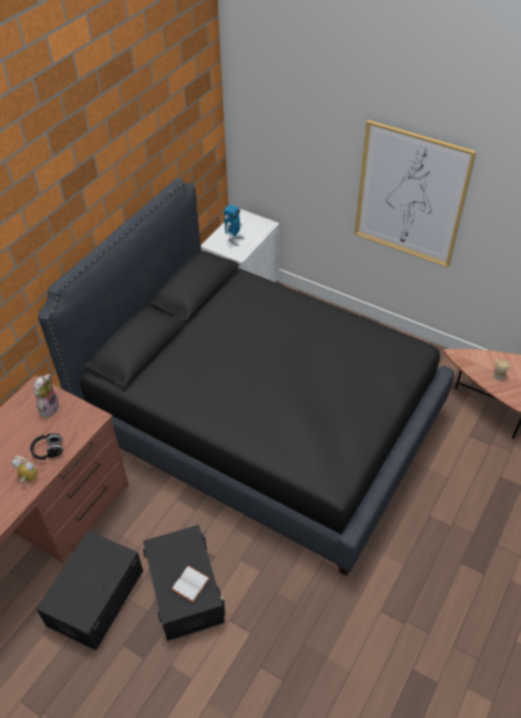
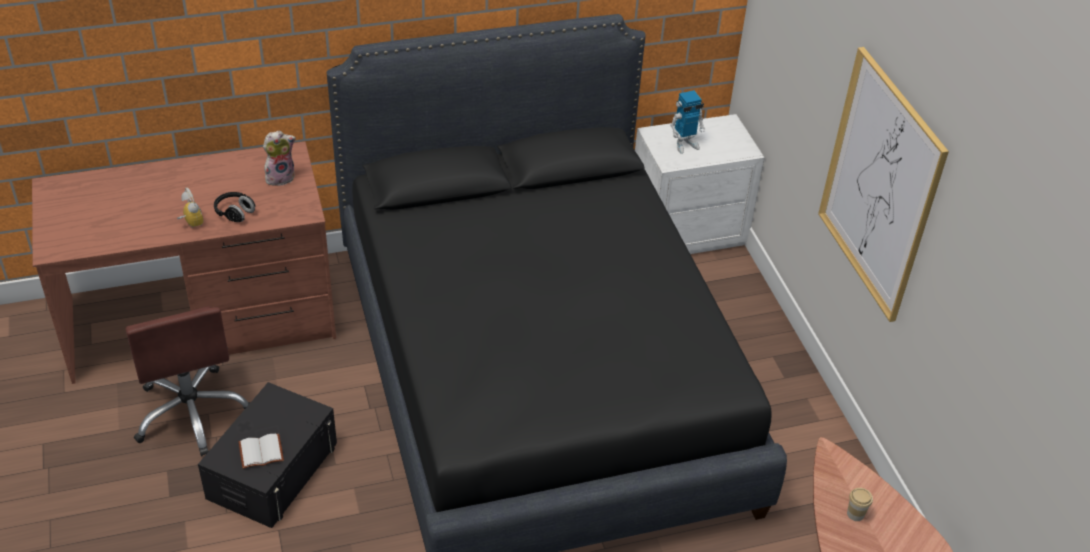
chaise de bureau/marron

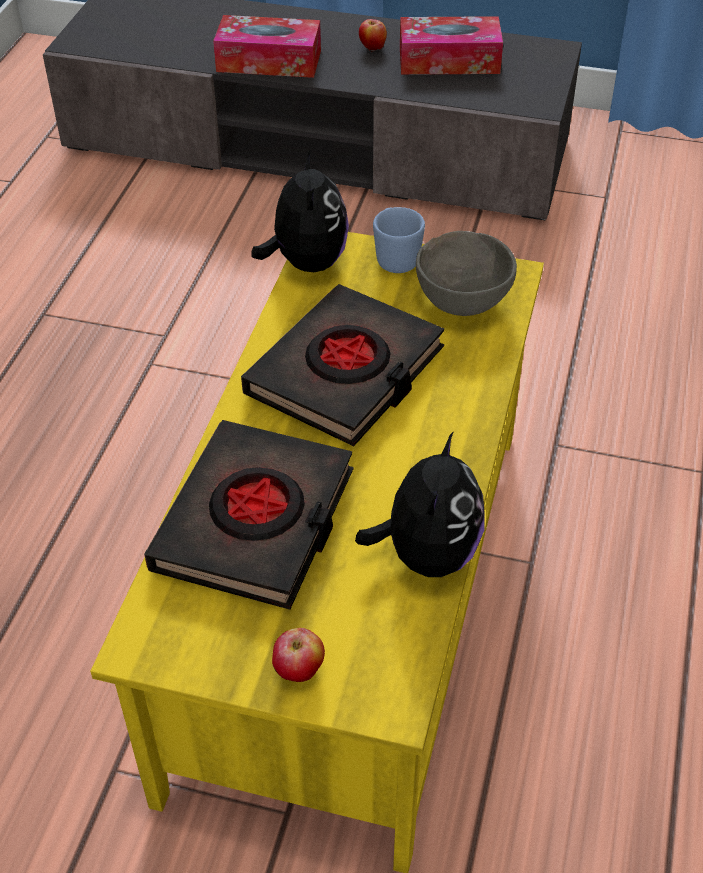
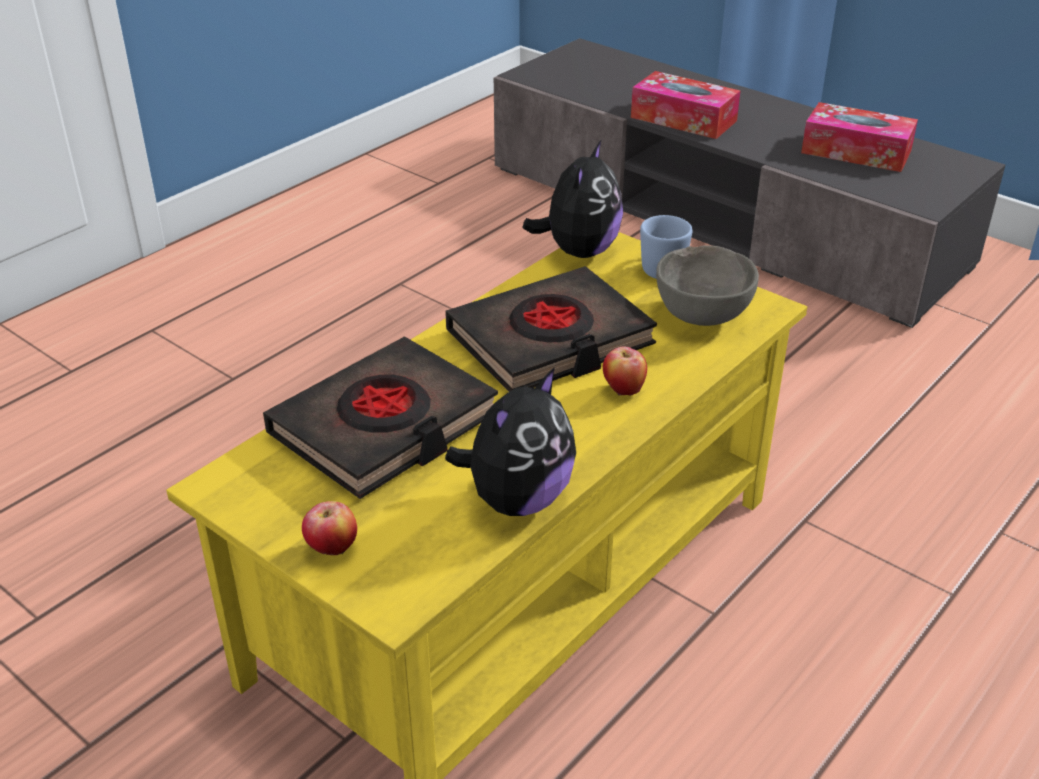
pomme (2nd from left)

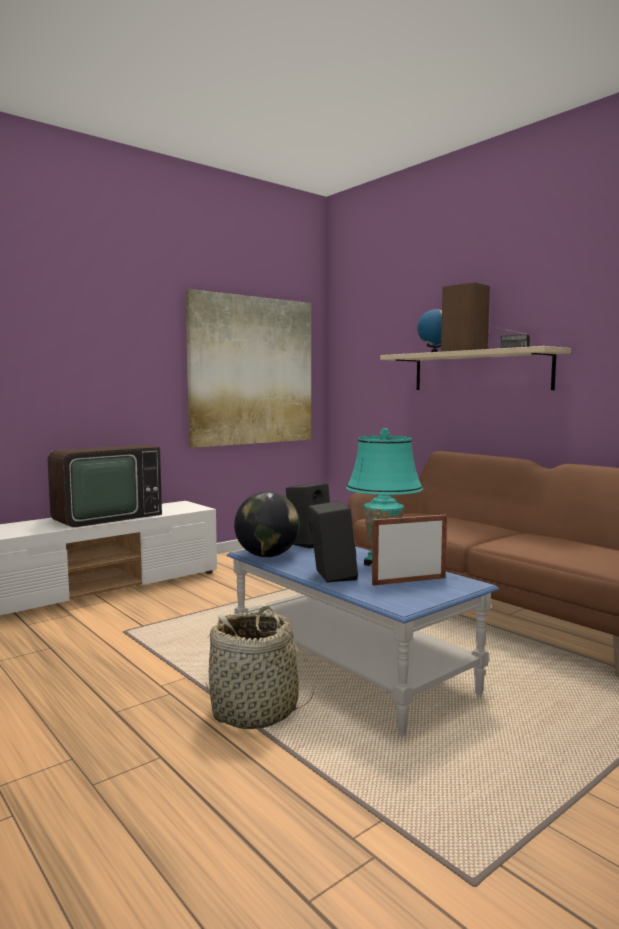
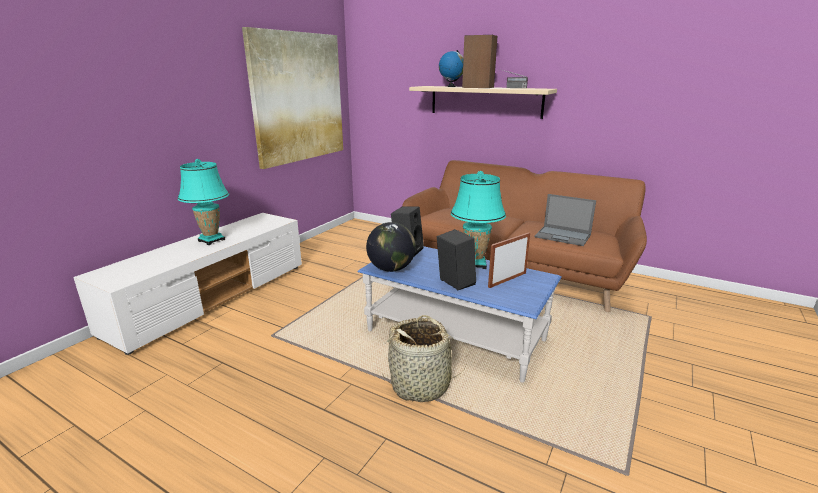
lampe de table/turquoise (1st from left); ordinateur portable

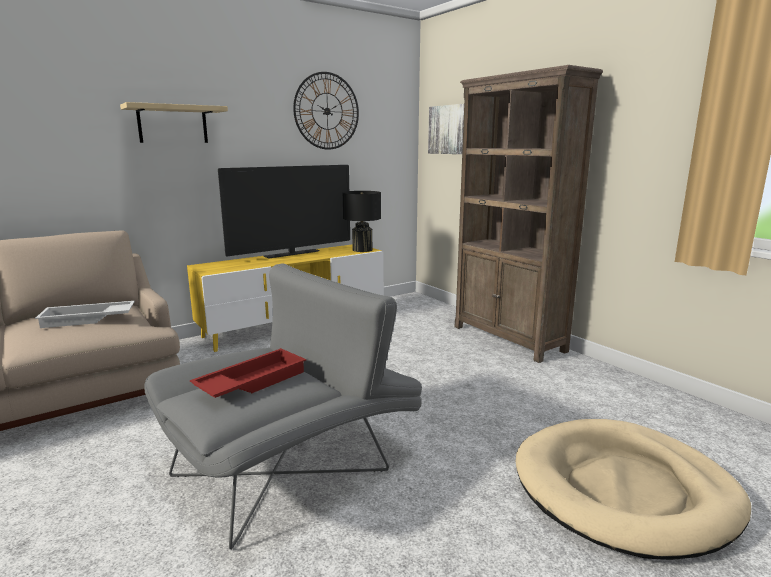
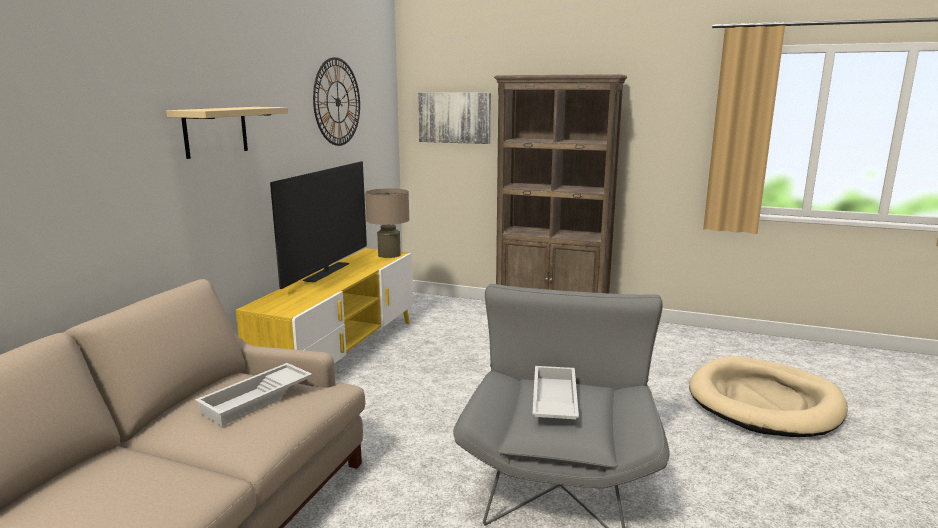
plateau/blanc (2nd from left); lampe de table/beige

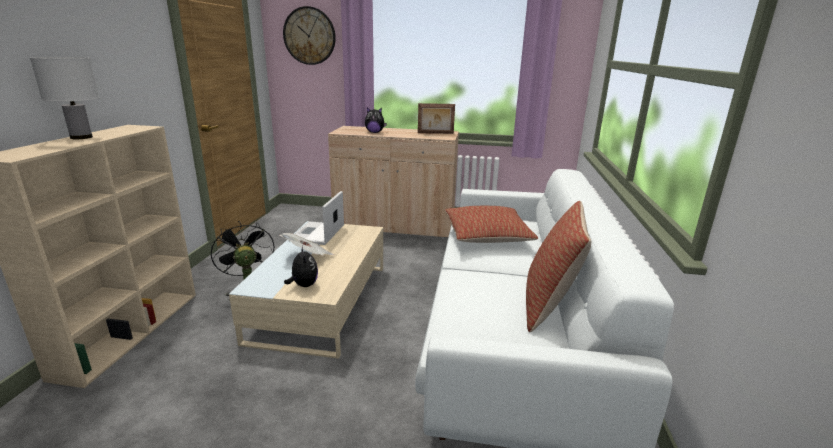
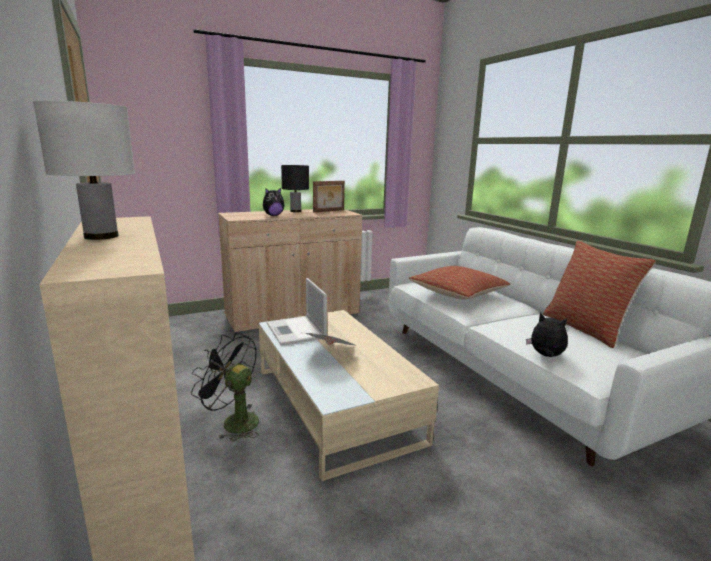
horloge murale; peluche (2nd from left); lampe de table/noir

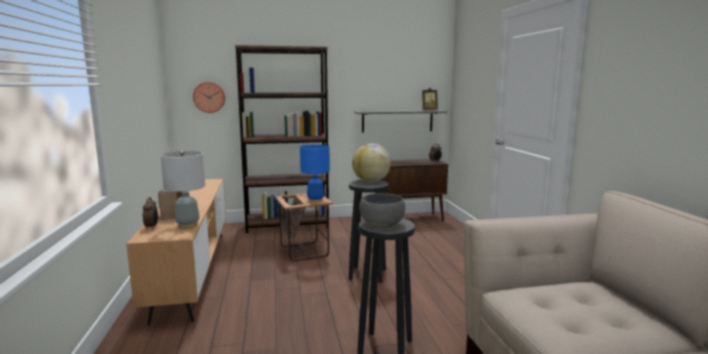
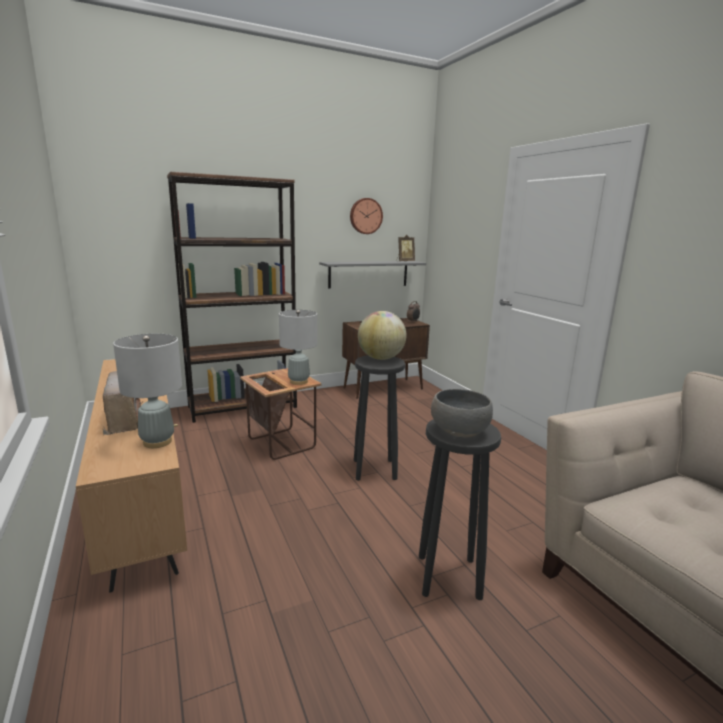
réveil (1st from left in the first image); horloge murale; lampe de table/gris (2nd from left)

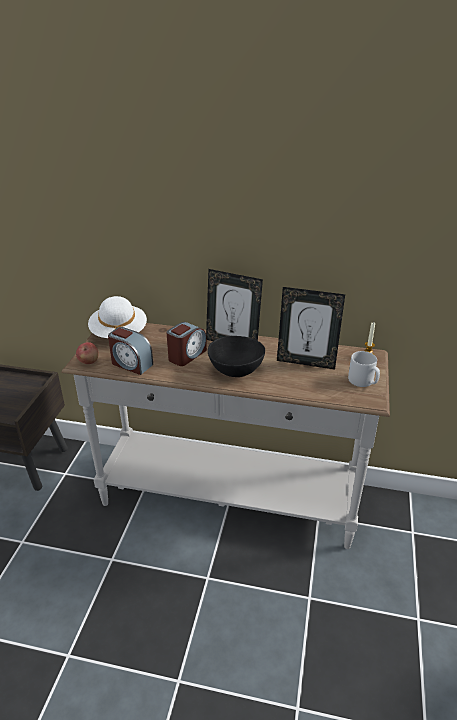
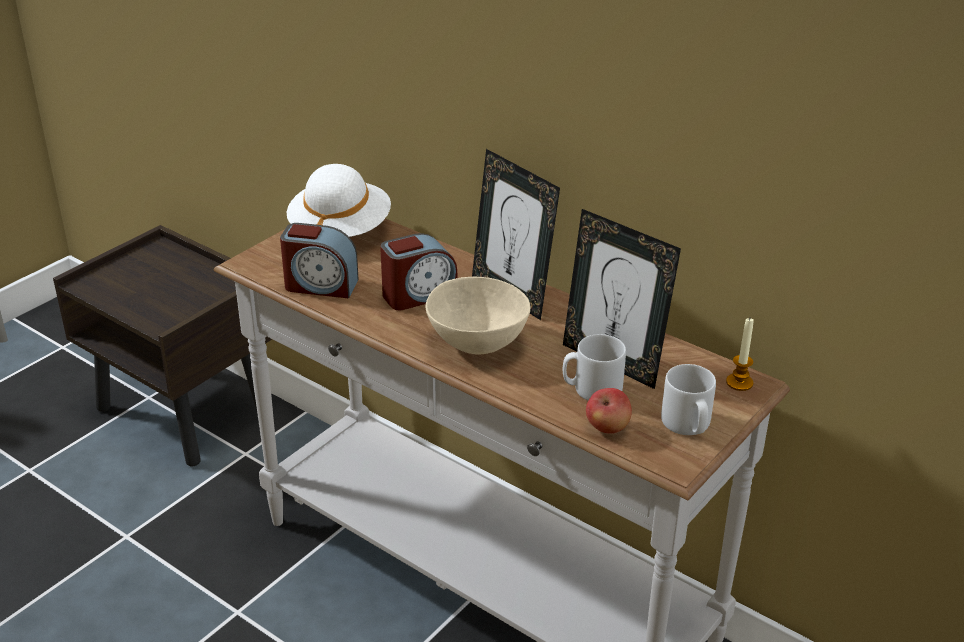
pomme; réveil (1st from left); bol/beige; mug/gris (1st from left)

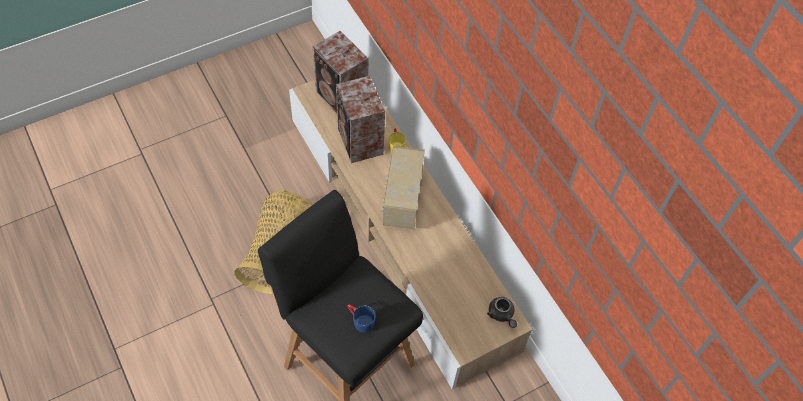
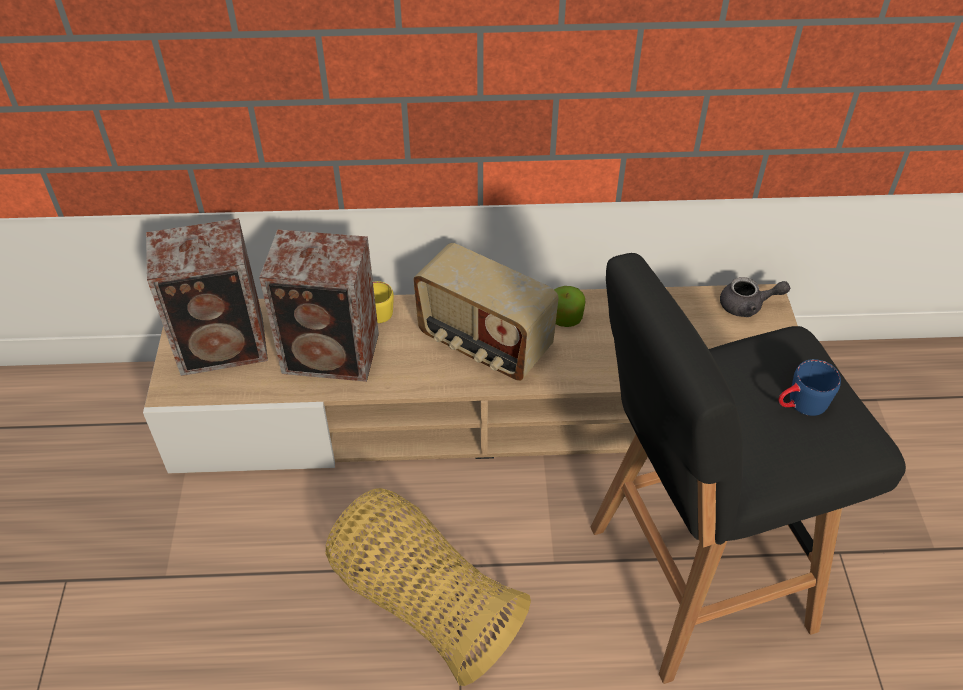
pomme

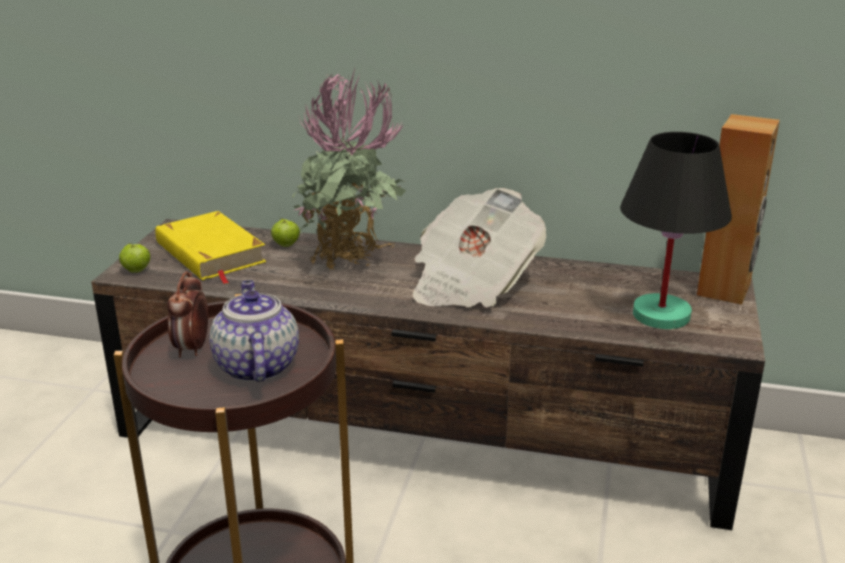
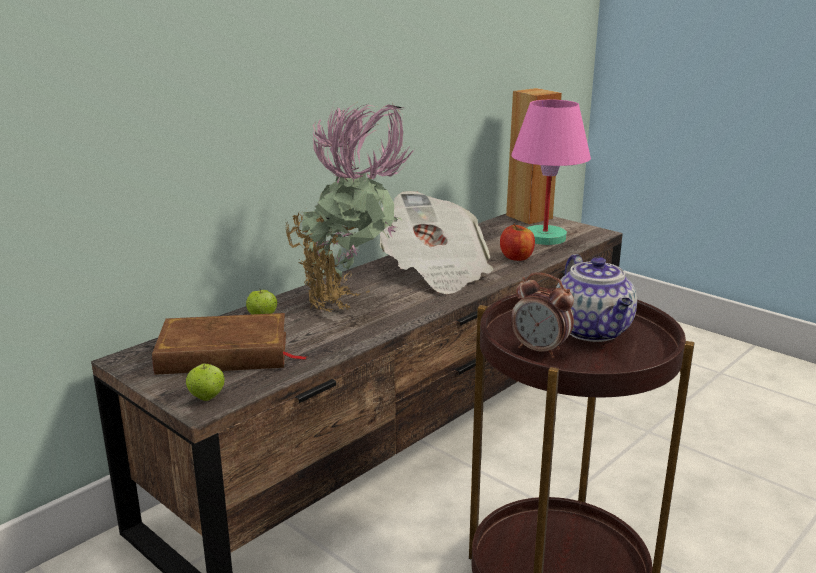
livre/marron; théière; lampe de table/rose; pomme (3rd from left)

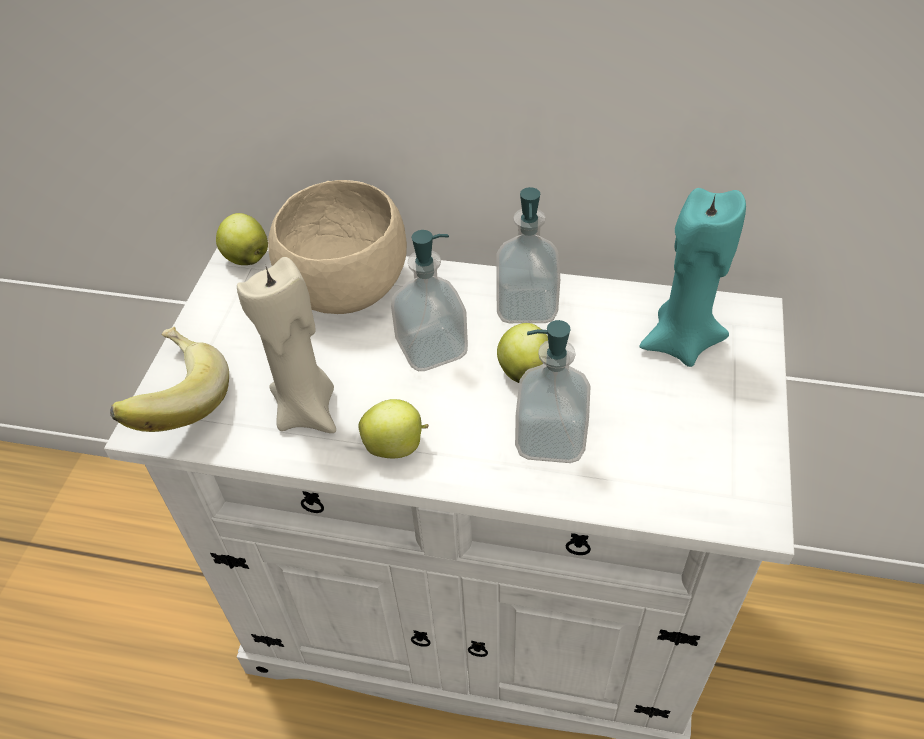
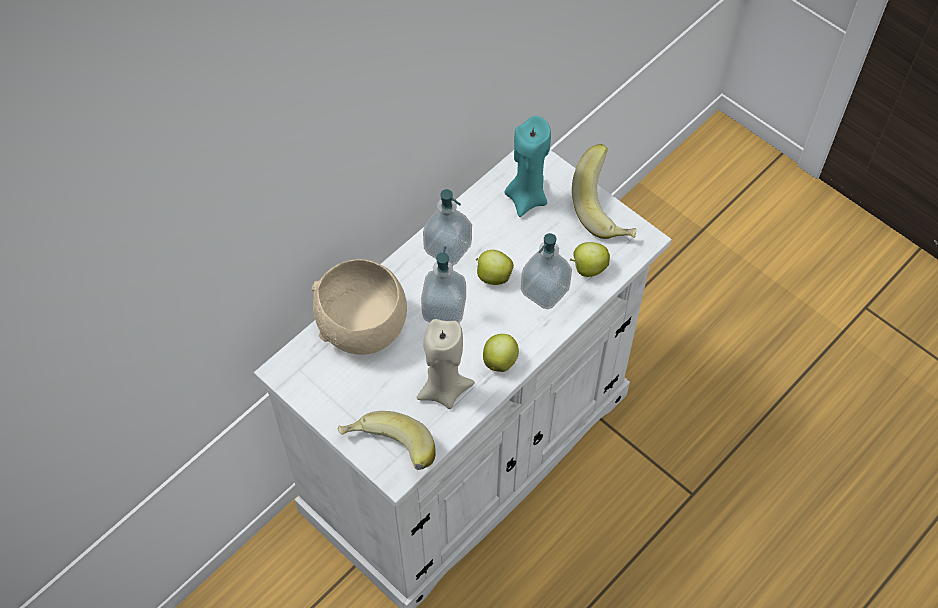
pomme (3rd from left); banane (2nd from left)

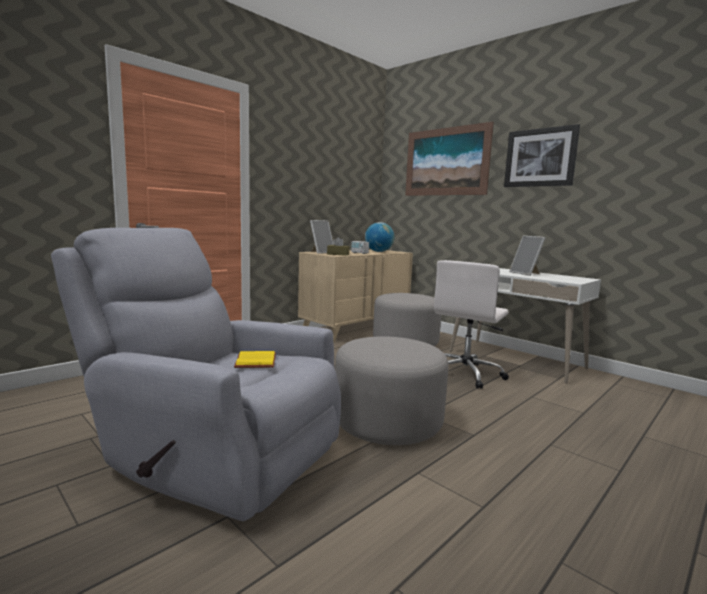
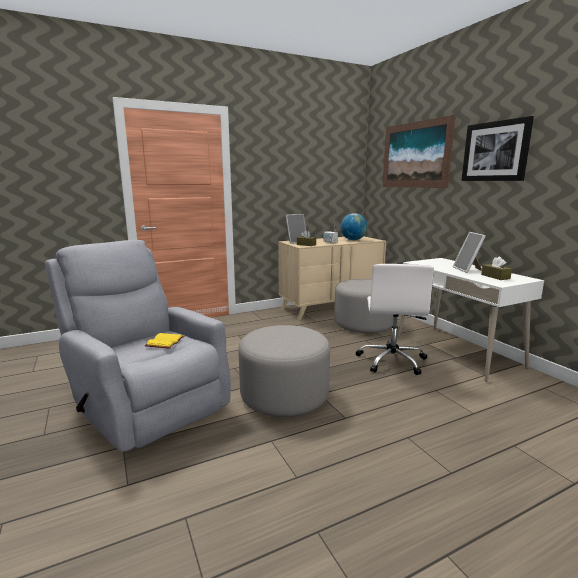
chaise de bureau/blanc; boîte à mouchoirs/marron (2nd from left)

